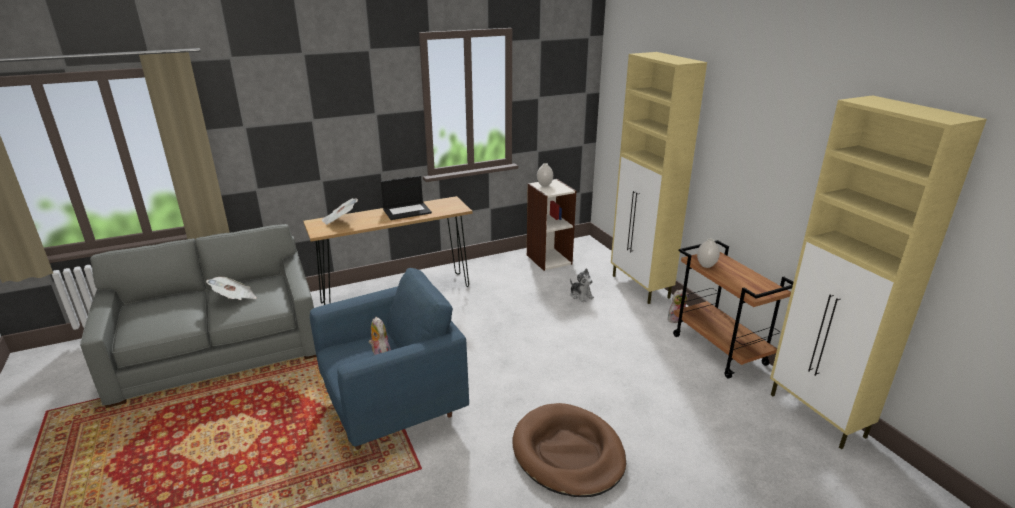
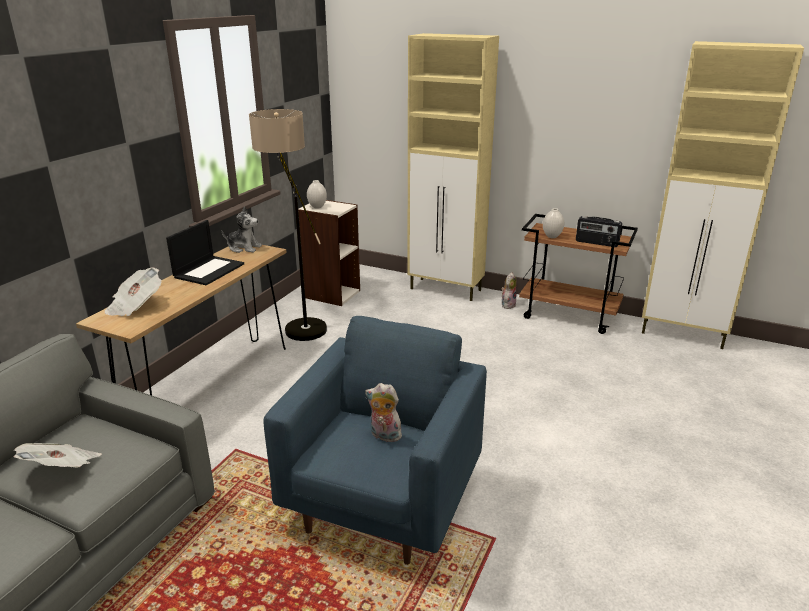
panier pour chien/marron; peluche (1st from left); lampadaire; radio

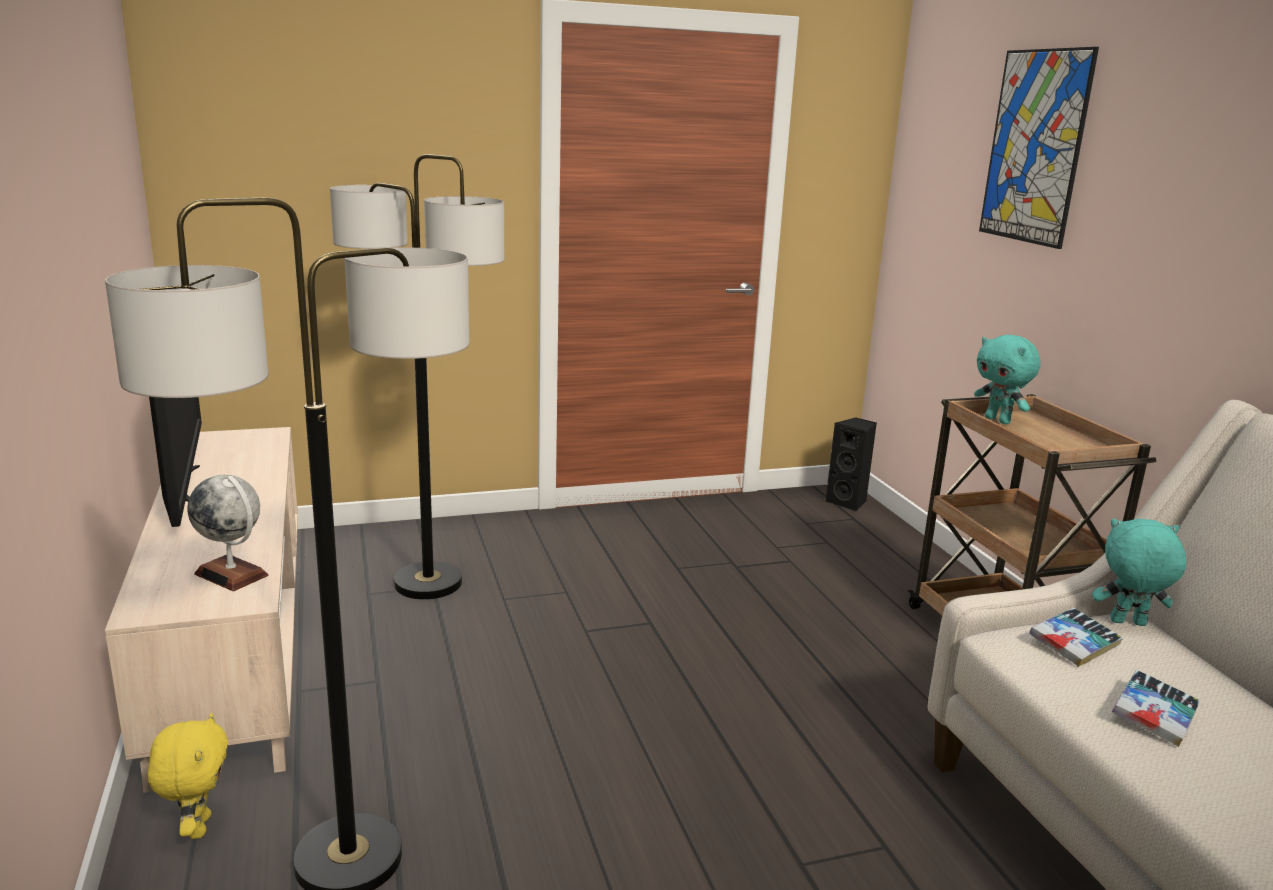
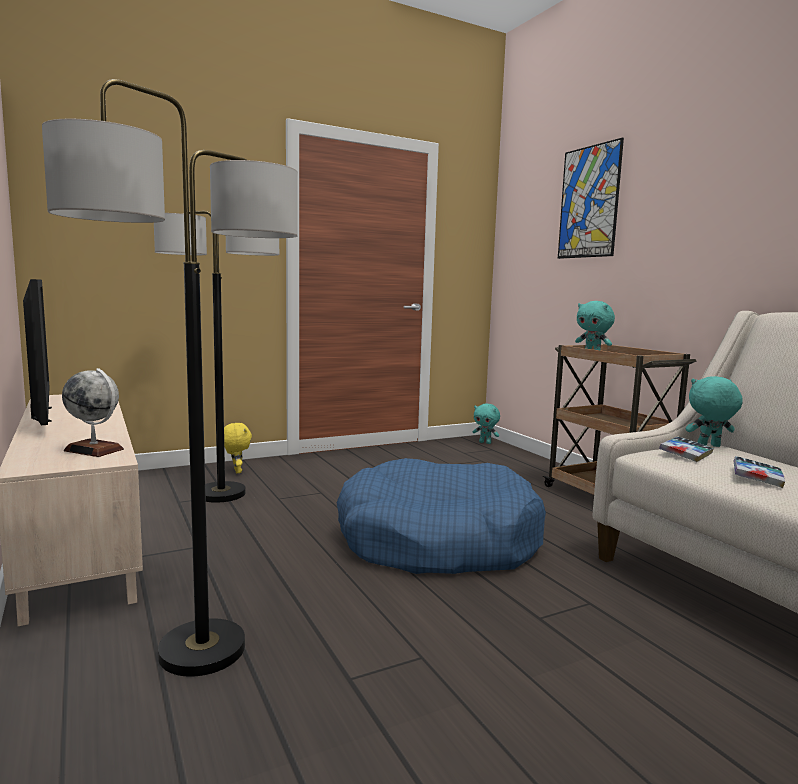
peluche/jaune; peluche/turquoise (1st from left); panier pour chien/bleu

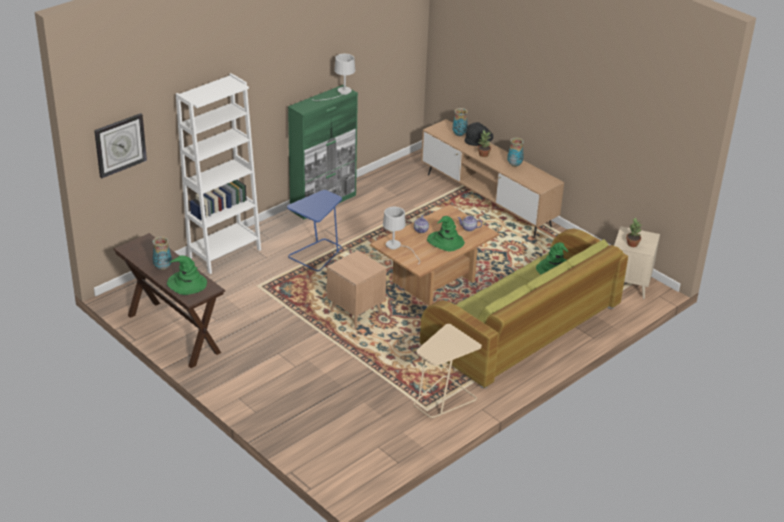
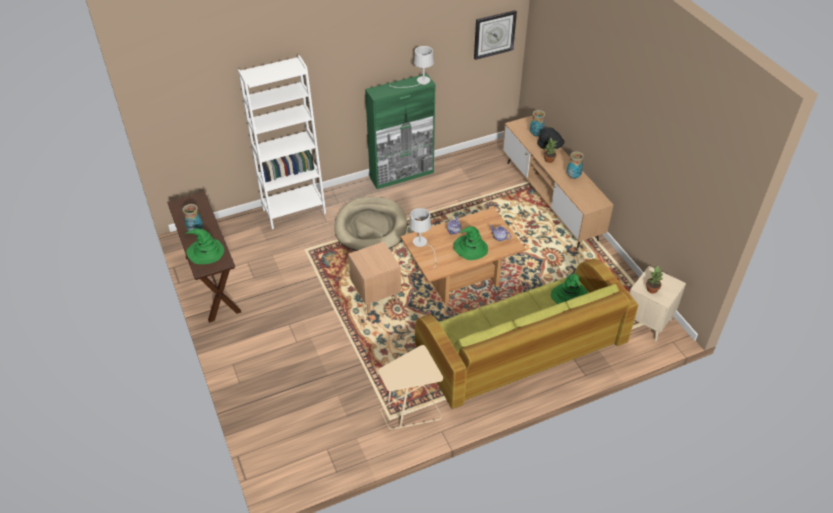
horloge murale; panier pour chien/beige

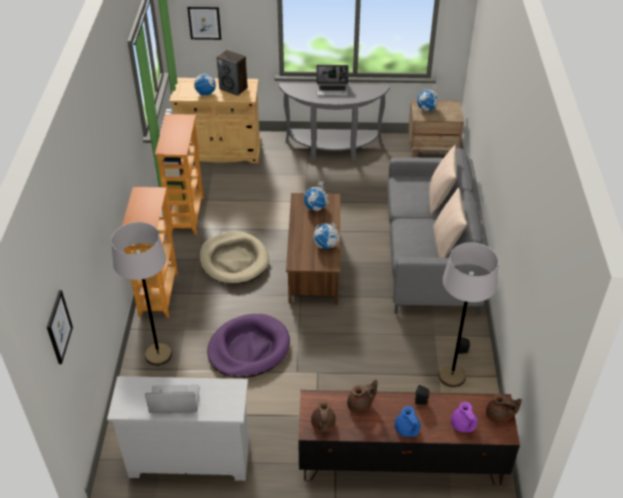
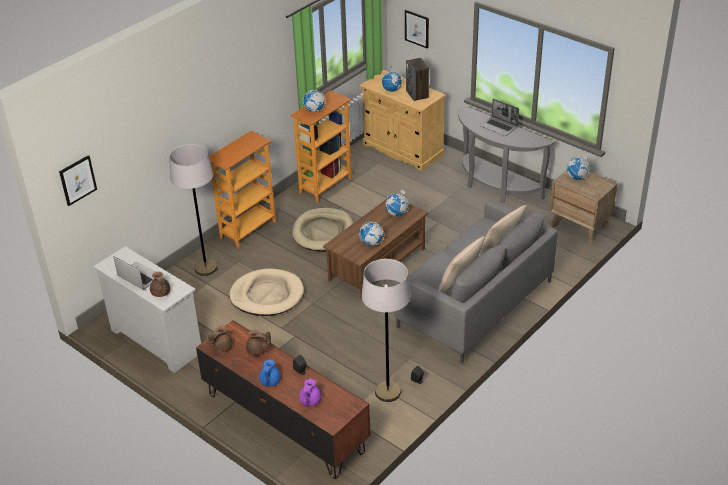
panier pour chien/beige (1st from left); théière/marron (1st from left); globe (1st from left)

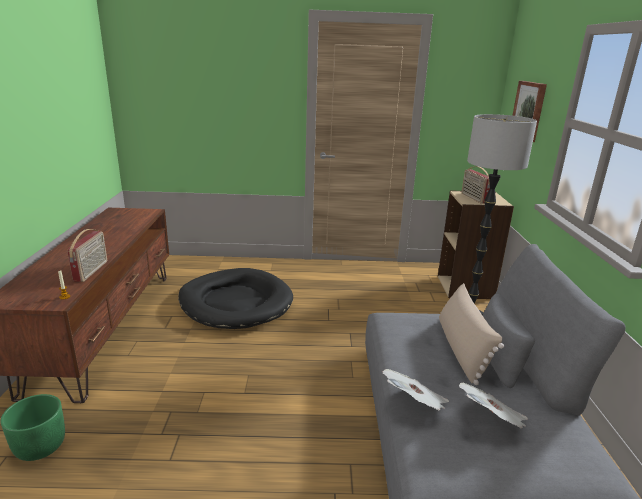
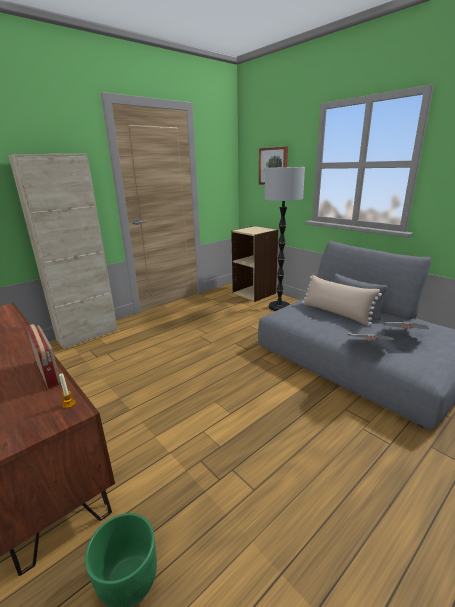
panier pour chien/noir; radio (2nd from left in the first image); meuble de rangement/beige

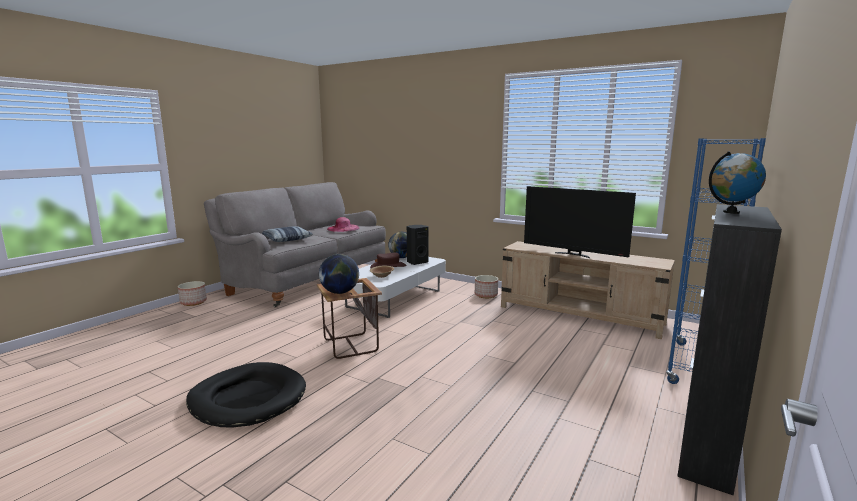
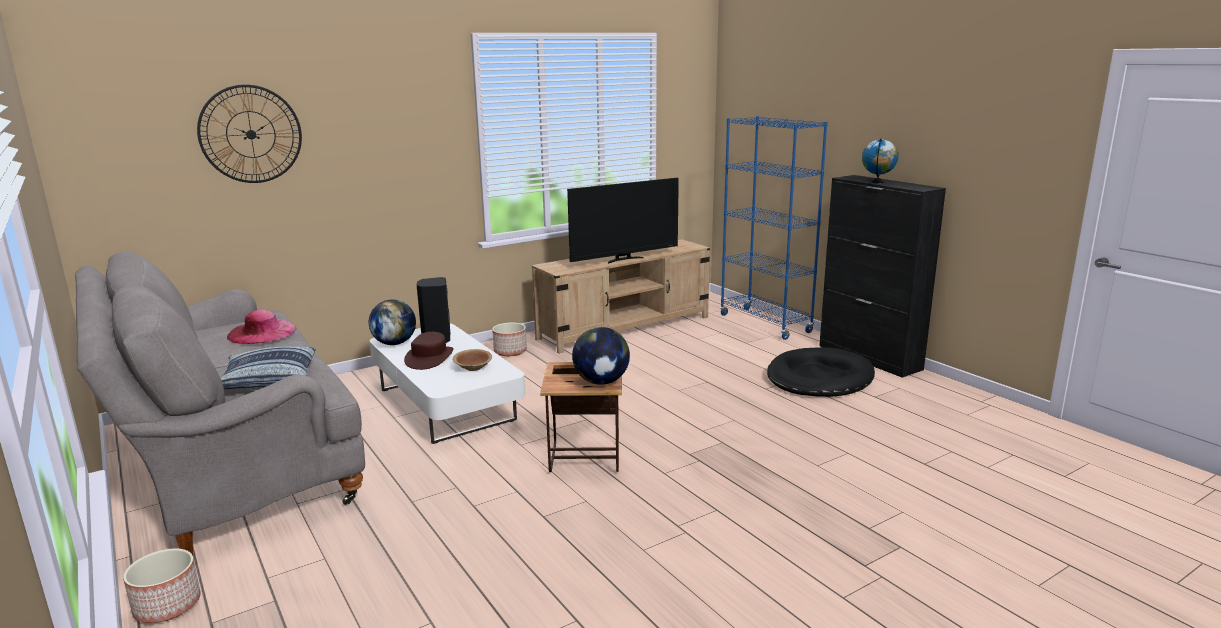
panier pour chien/noir; horloge murale

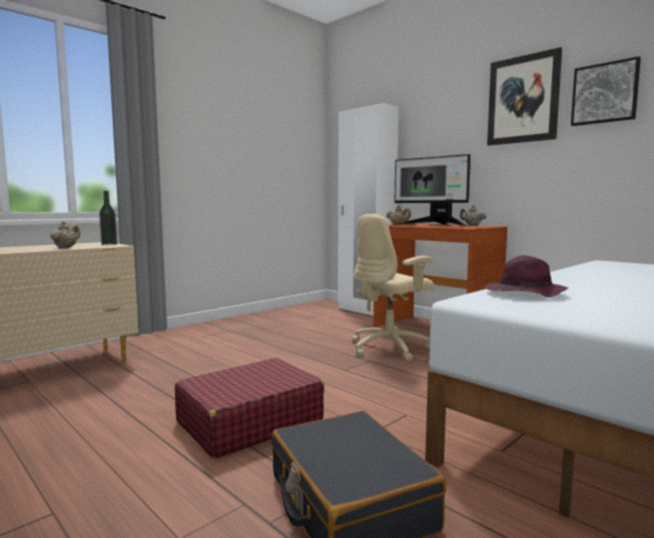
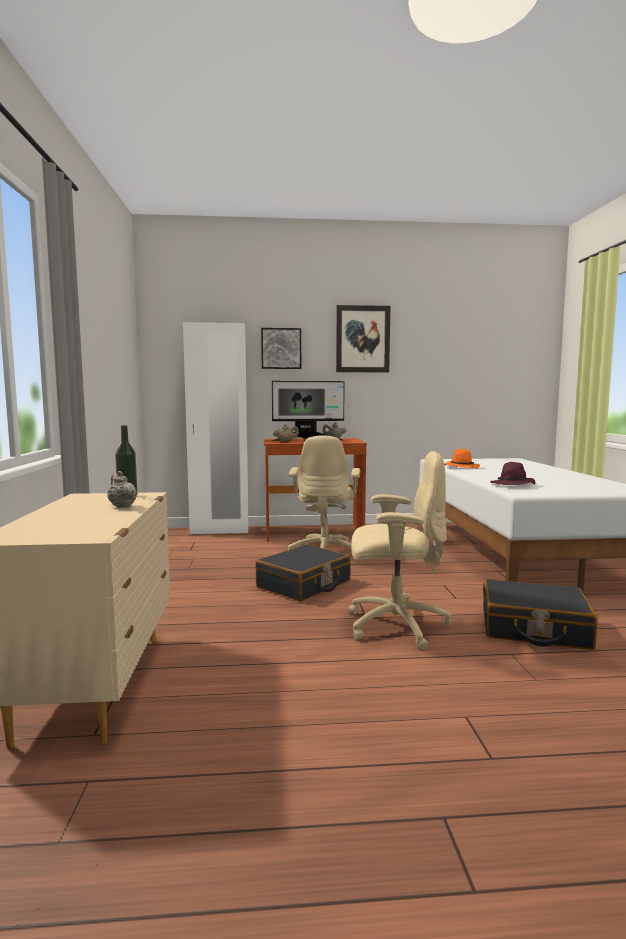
chaise de bureau/beige (2nd from left); tableau (1st from left); valise/noir (1st from left); chapeau/orange

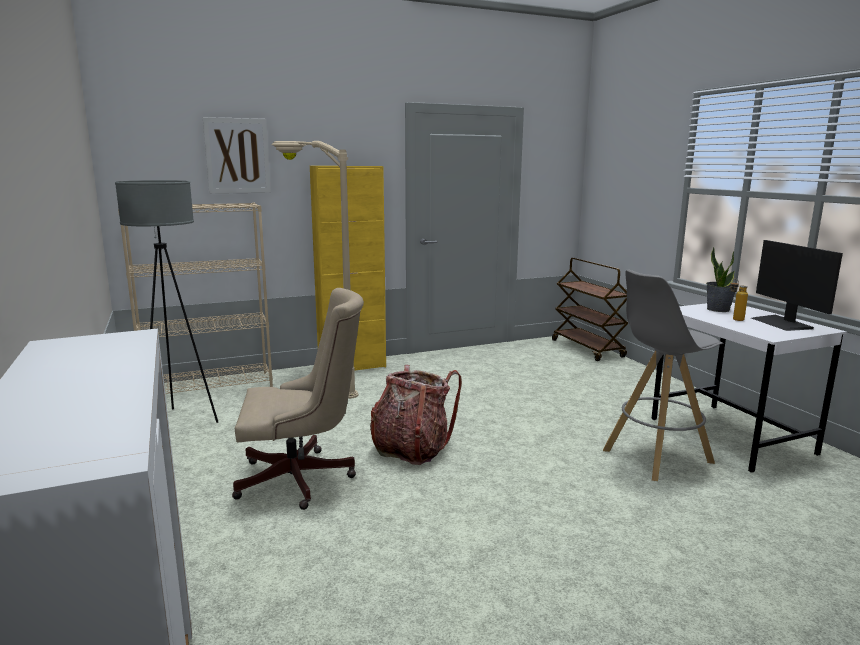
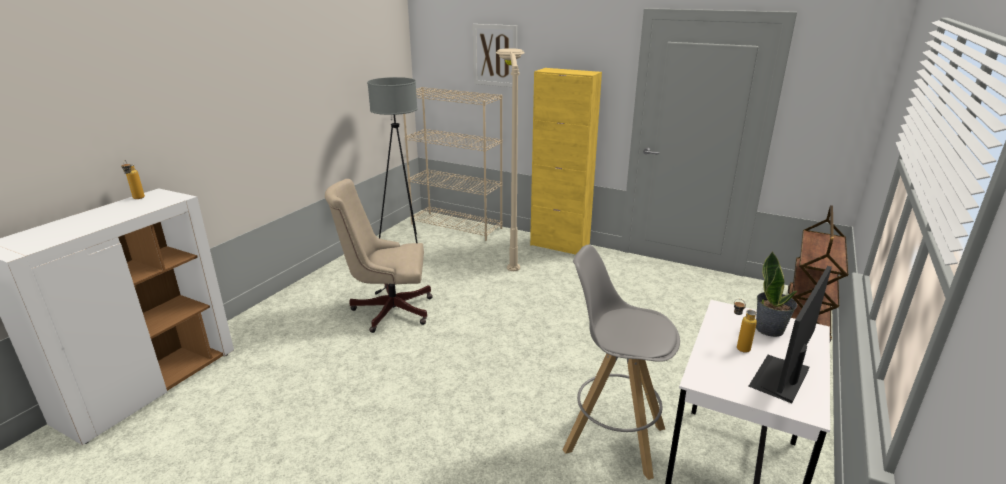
chaise de bureau/beige; sac à dos; bouteille (1st from left)

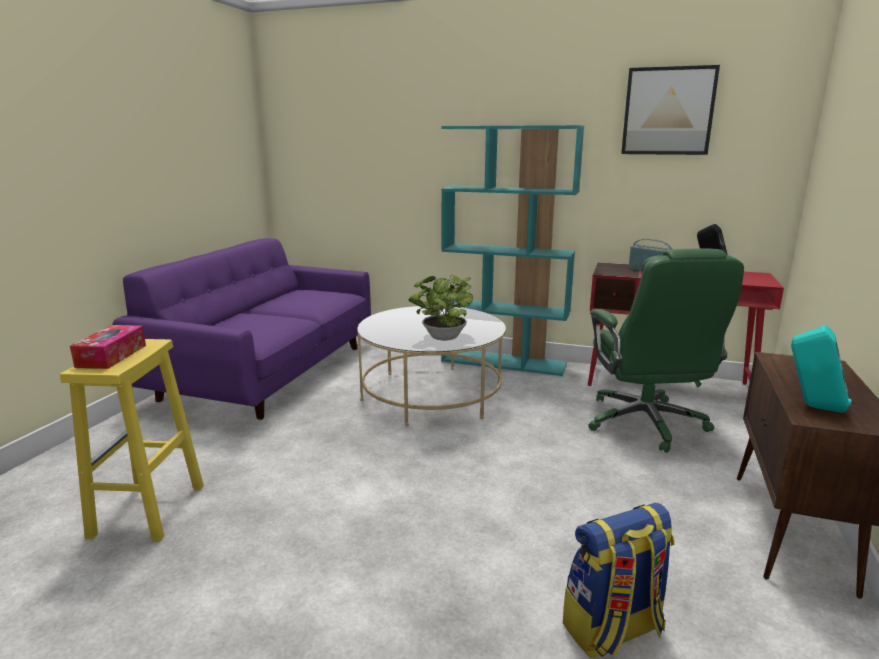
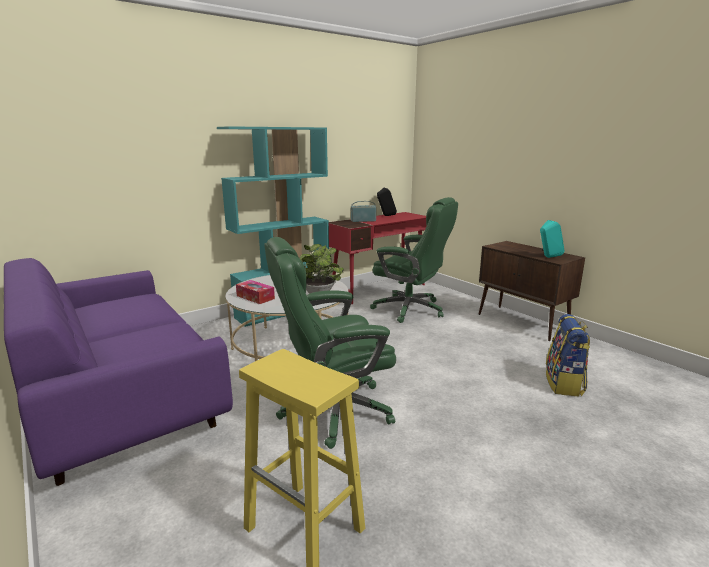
boîte à mouchoirs; tableau; chaise de bureau/vert (1st from left)

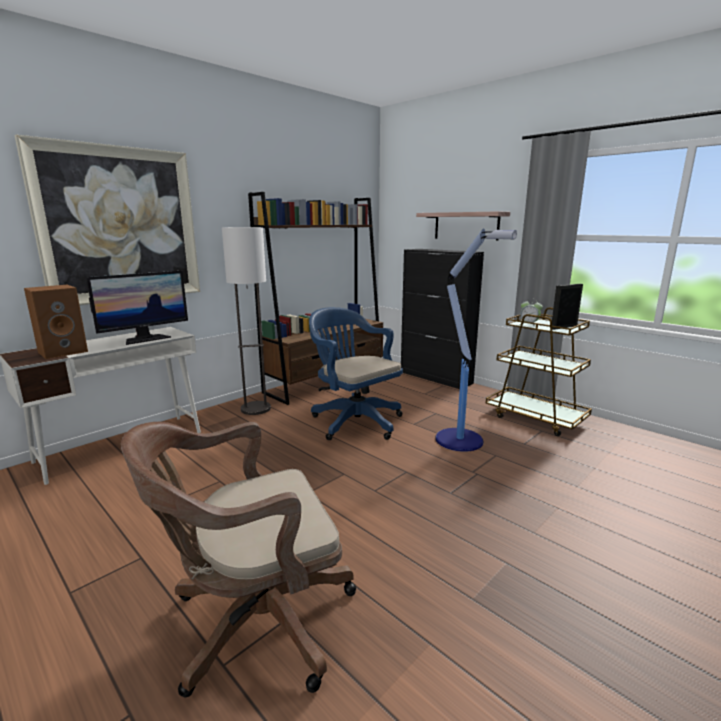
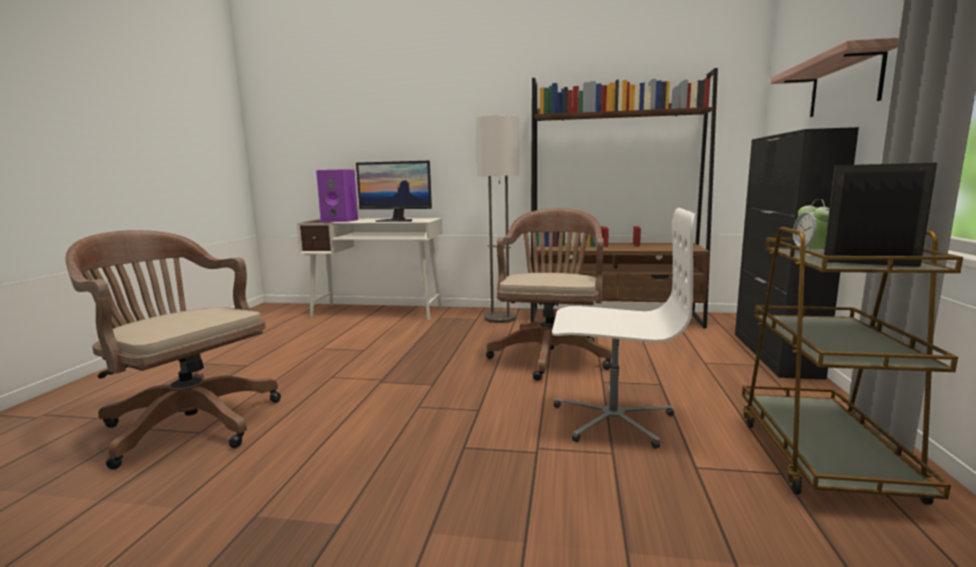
tableau; enceinte/violet; chaise de bureau/marron (2nd from left); chaise de bureau/blanc

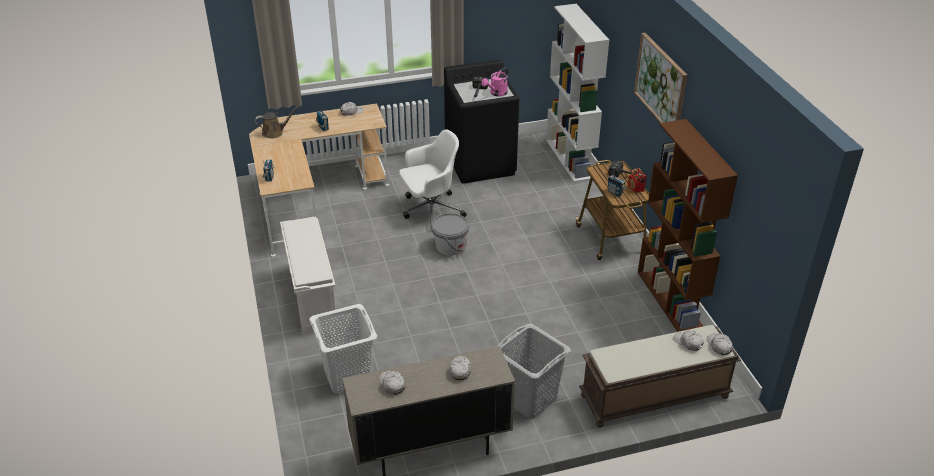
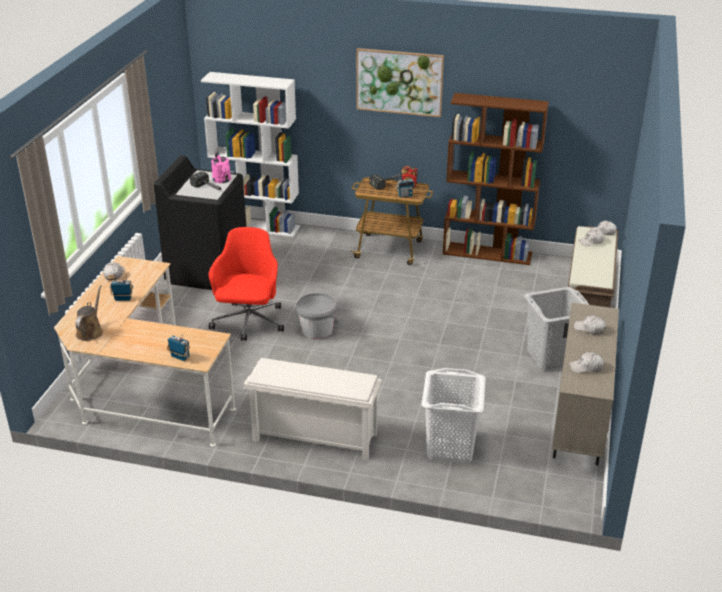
chaise de bureau/rouge

